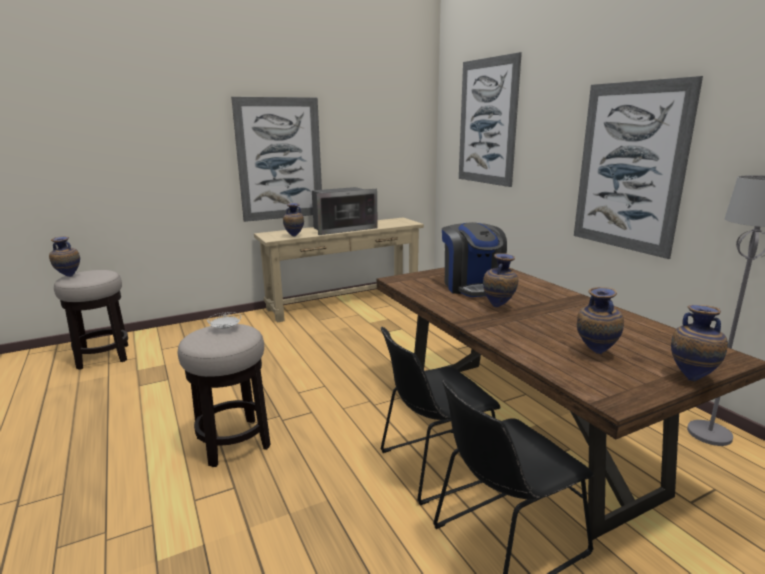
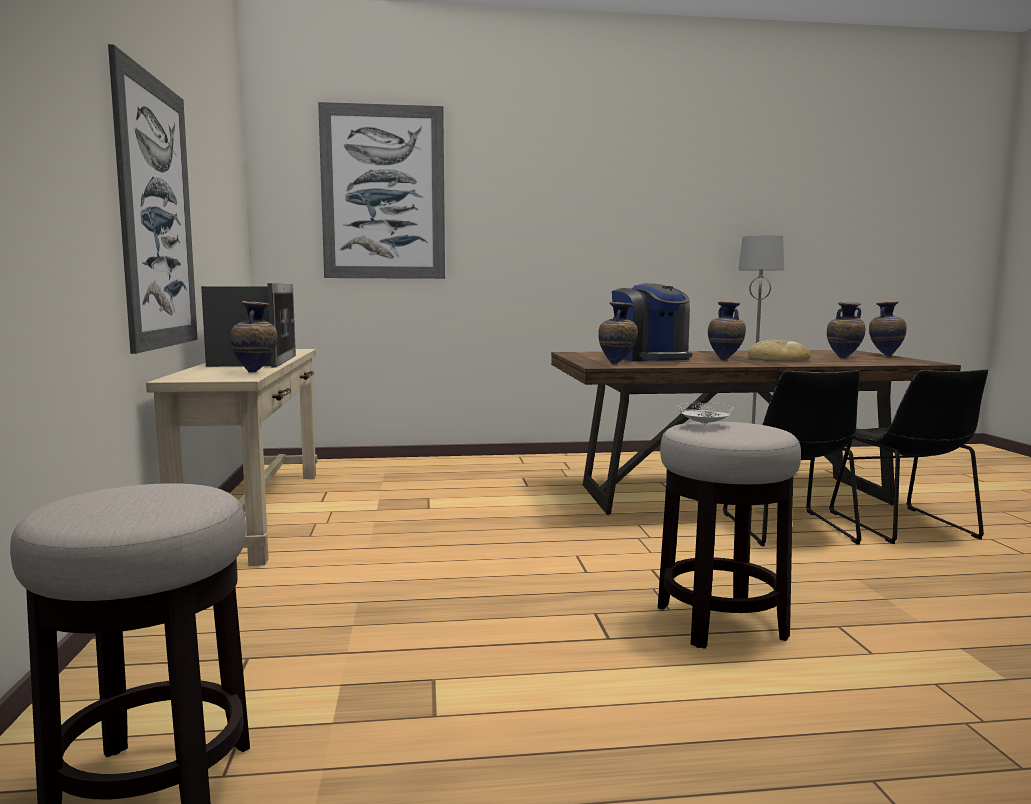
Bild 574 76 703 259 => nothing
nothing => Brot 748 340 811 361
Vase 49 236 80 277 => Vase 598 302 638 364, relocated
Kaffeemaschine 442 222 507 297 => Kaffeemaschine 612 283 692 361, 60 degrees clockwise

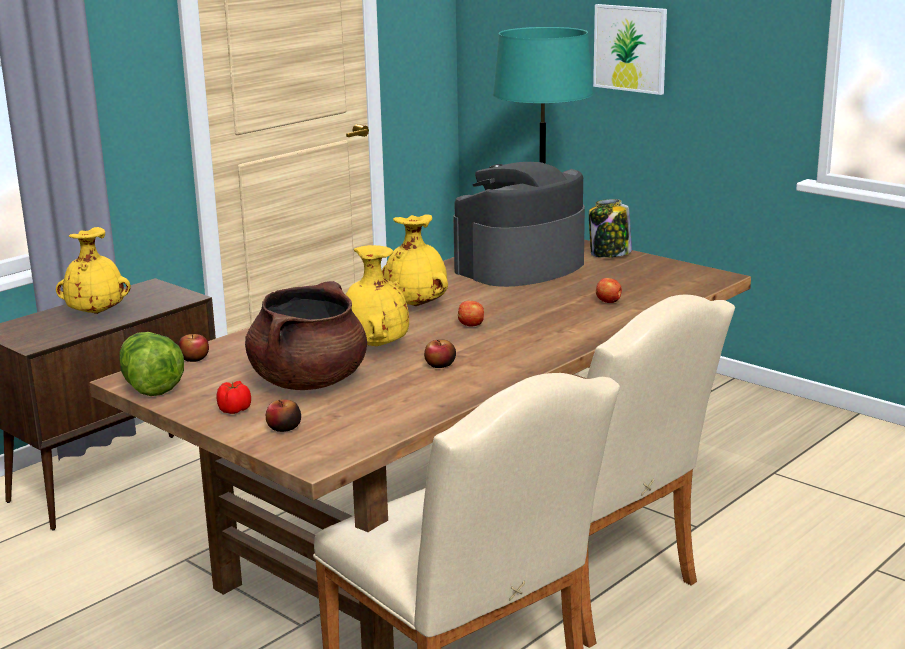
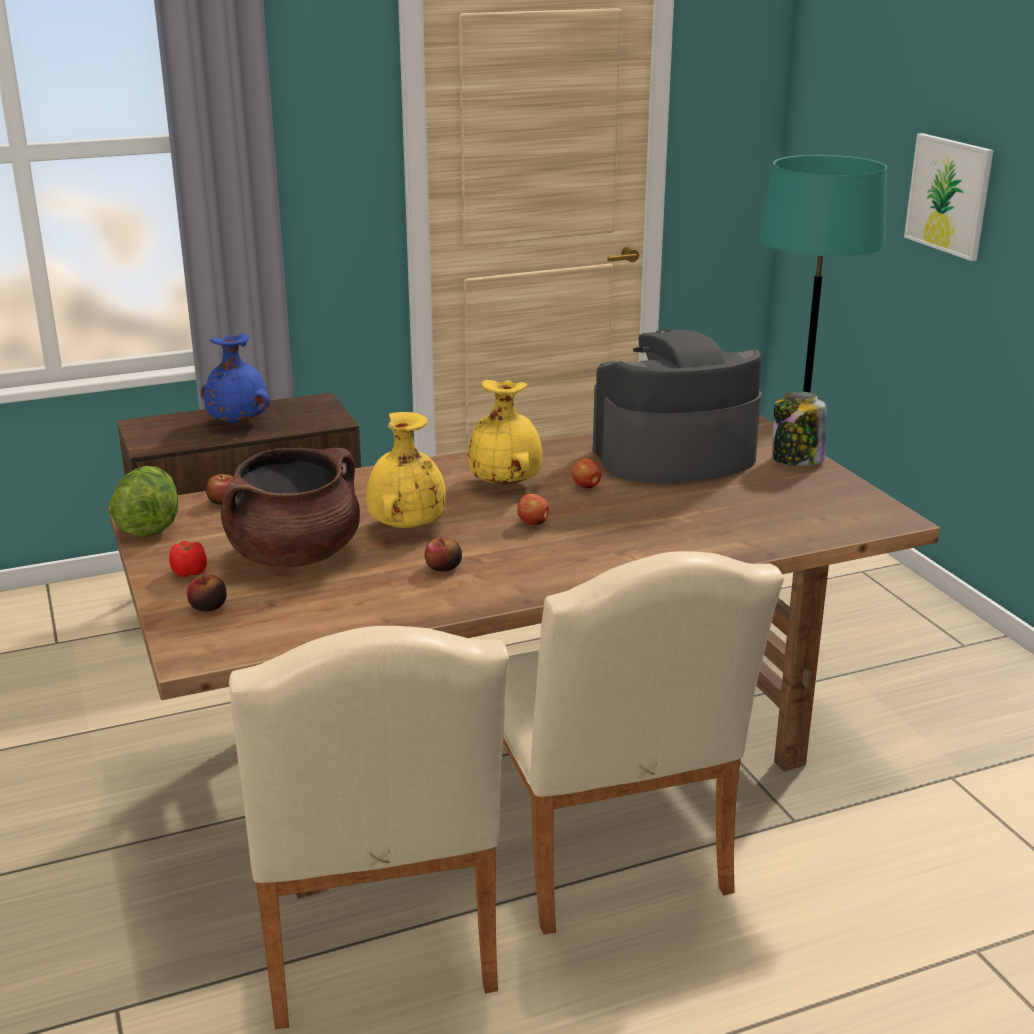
Apfel 596 278 622 303 => Apfel 572 458 601 489, relocated
Vase (gelb) 56 227 131 314 => Vase (blau) 201 334 270 424

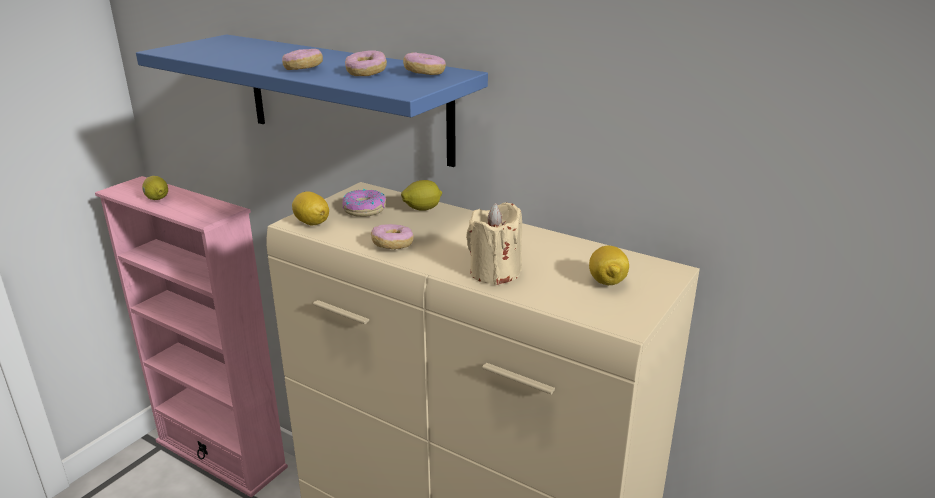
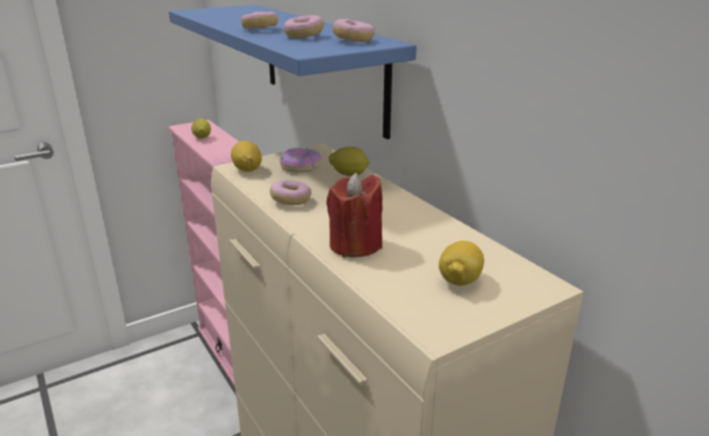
Kerze (beige) 466 203 522 285 => Kerze (rot) 326 173 383 258

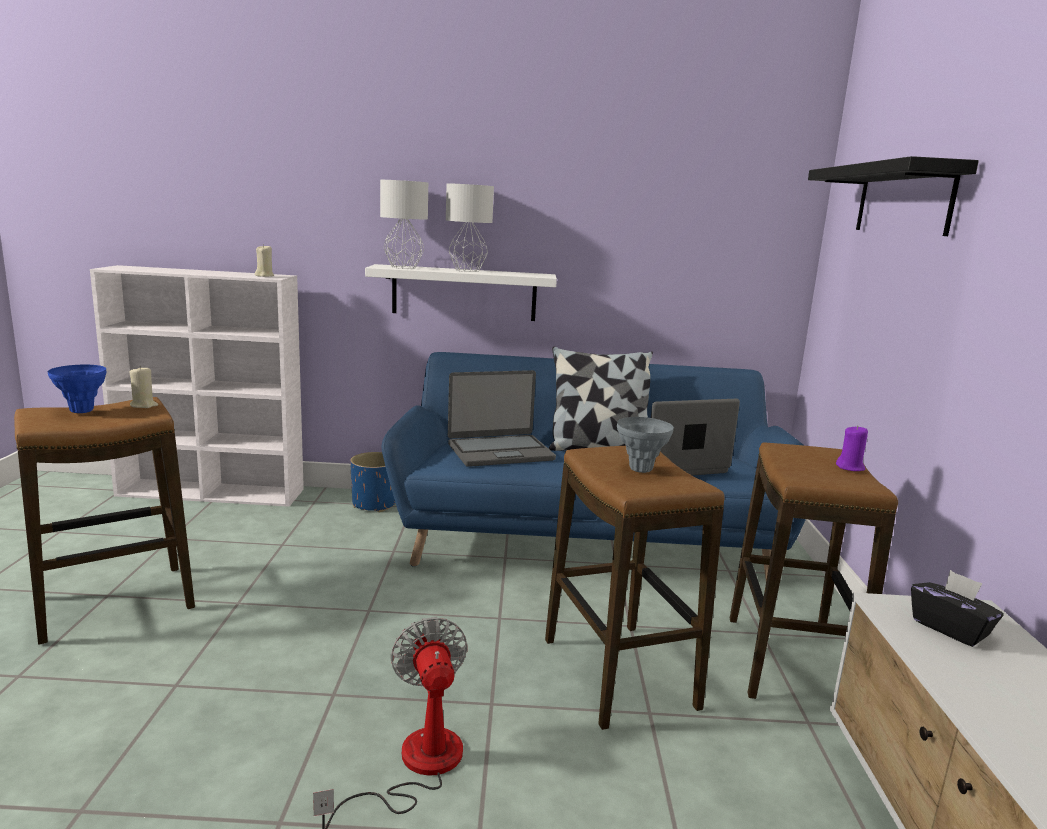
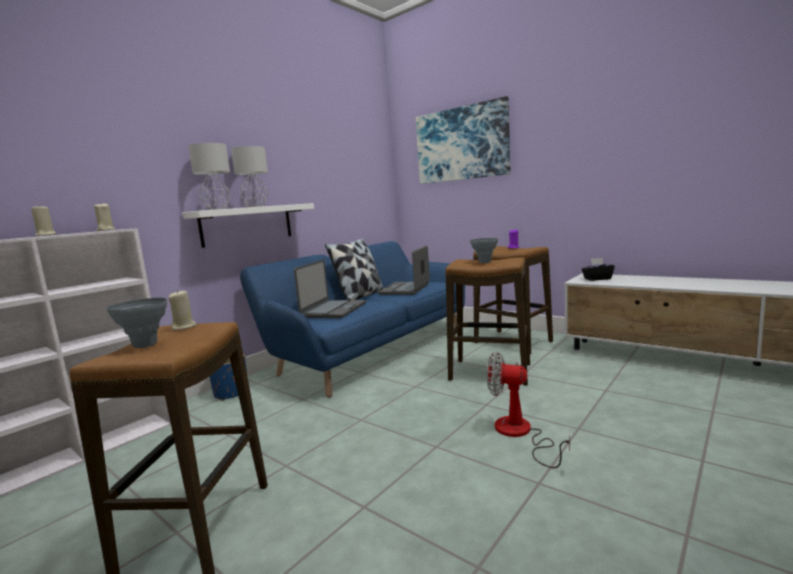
nothing => Kerze (beige) 31 205 57 236
Wandregal (schwarz) 808 156 979 236 => Bild 416 96 511 184
Vase (blau) 48 365 106 413 => Vase (grau) 107 298 167 348

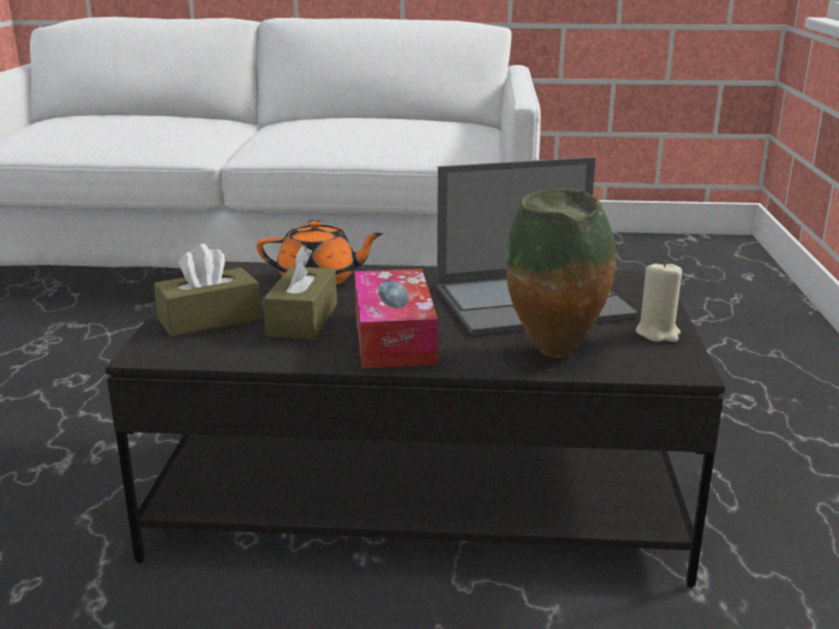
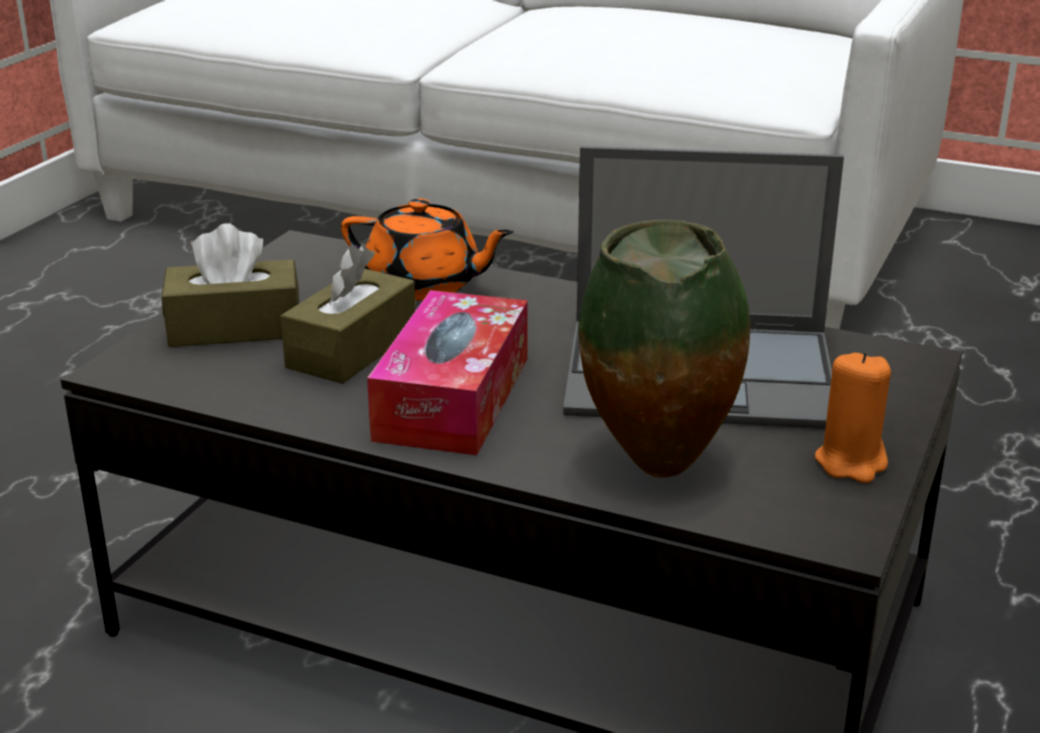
Kerze (beige) 636 260 682 342 => Kerze (orange) 815 352 891 483

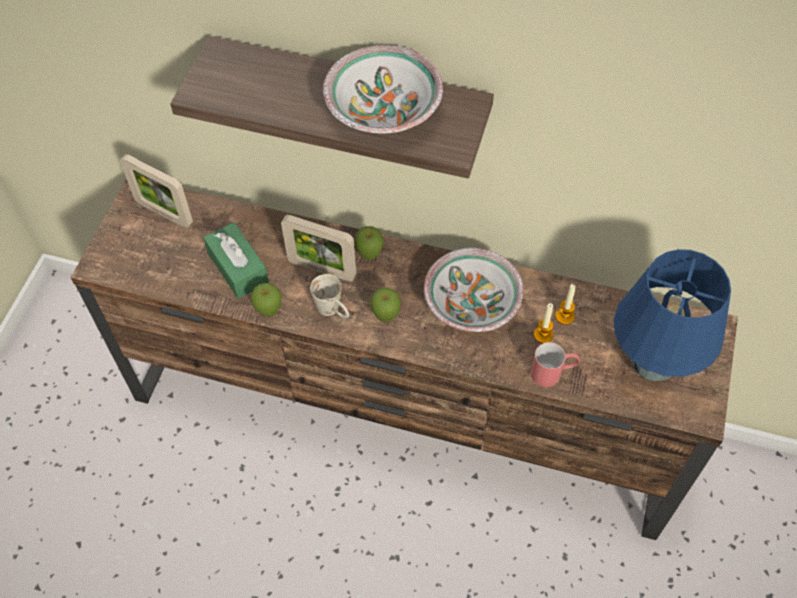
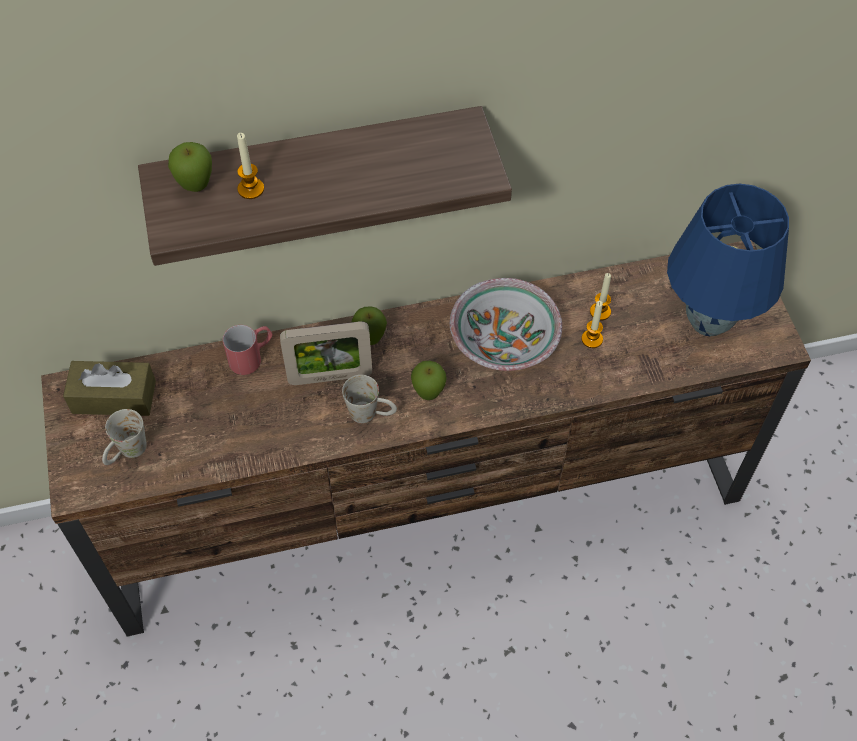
Taschentuchbox (grün) 203 222 269 299 => nothing
Schüssel 323 45 443 134 => nothing
nothing => Henkelbecher (weiß) 102 409 147 465
nothing => Kerze 237 133 264 199
Apfel 250 283 282 317 => Apfel 168 142 212 192, relocated
Henkelbecher (rot) 531 342 580 387 => Henkelbecher (rot) 223 325 273 375, relocated
Bilderrahmen 120 154 193 228 => Taschentuchbox (braun) 63 361 156 416

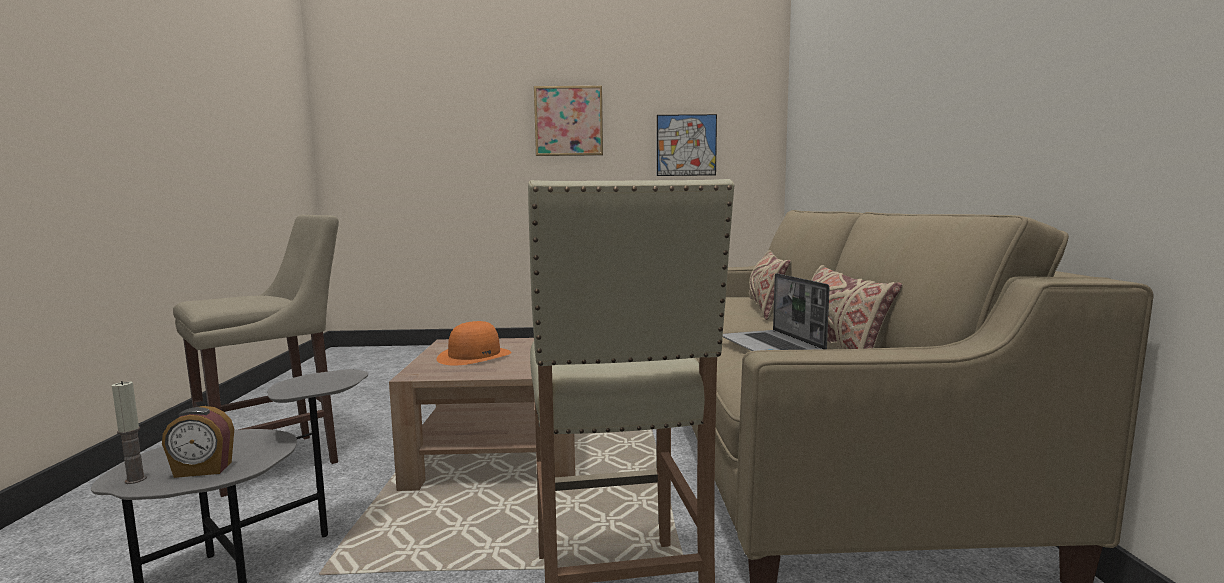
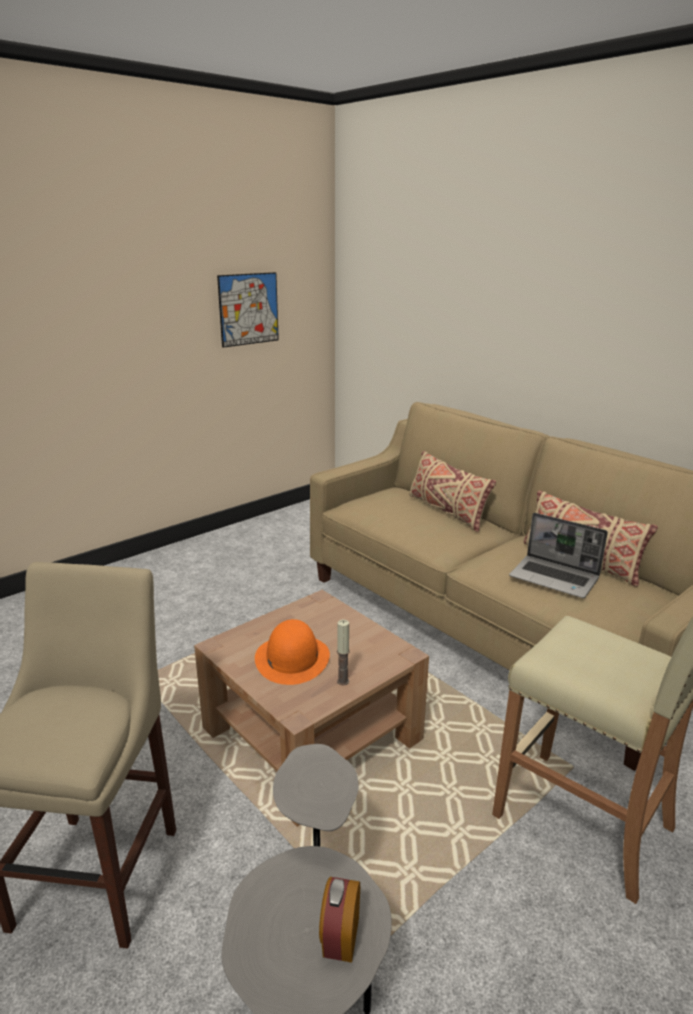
Bild 534 86 603 156 => nothing
Kerze 112 381 147 484 => Kerze 337 620 350 685, relocated
Wecker 162 406 234 478 => Wecker 319 877 360 963, 150 degrees clockwise

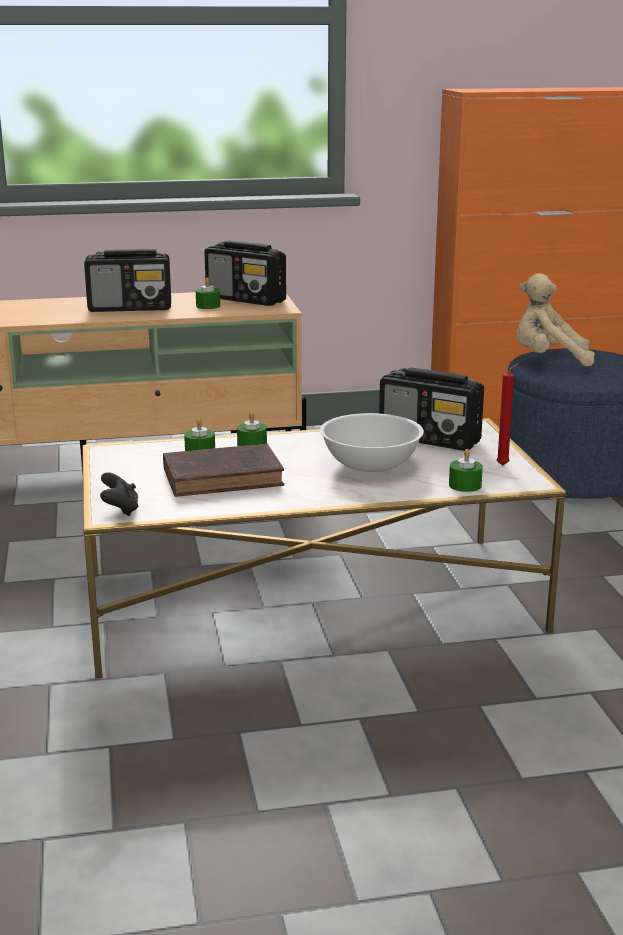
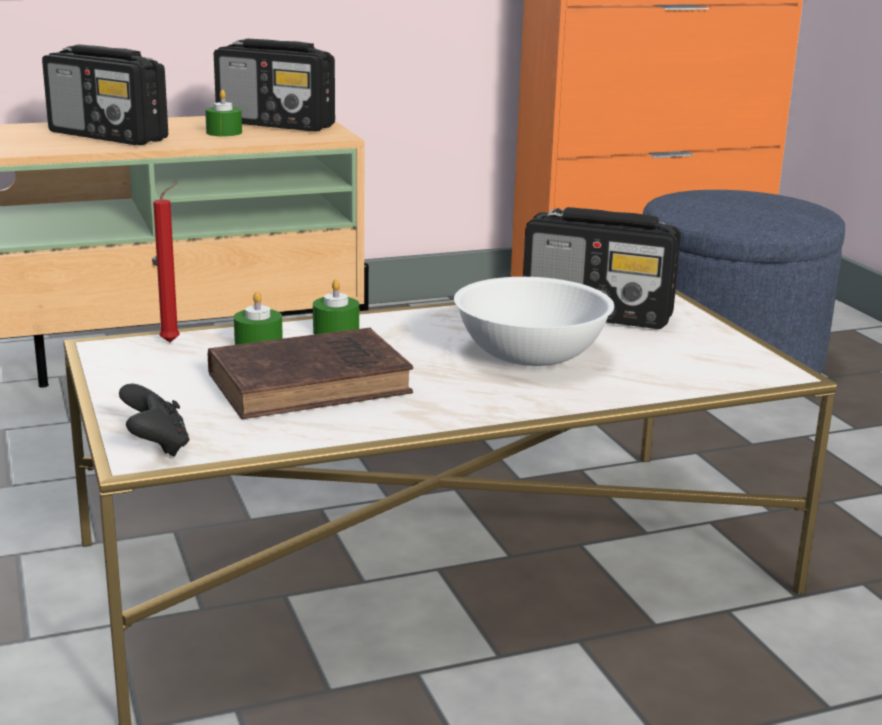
Kerze (grün) 449 449 483 492 => nothing
Plüschtier (beige) 516 273 595 367 => nothing
Kerze (rot) 496 363 519 466 => Kerze (rot) 153 183 180 342, relocated
Radio 84 249 171 312 => Radio 42 44 168 145, 45 degrees clockwise

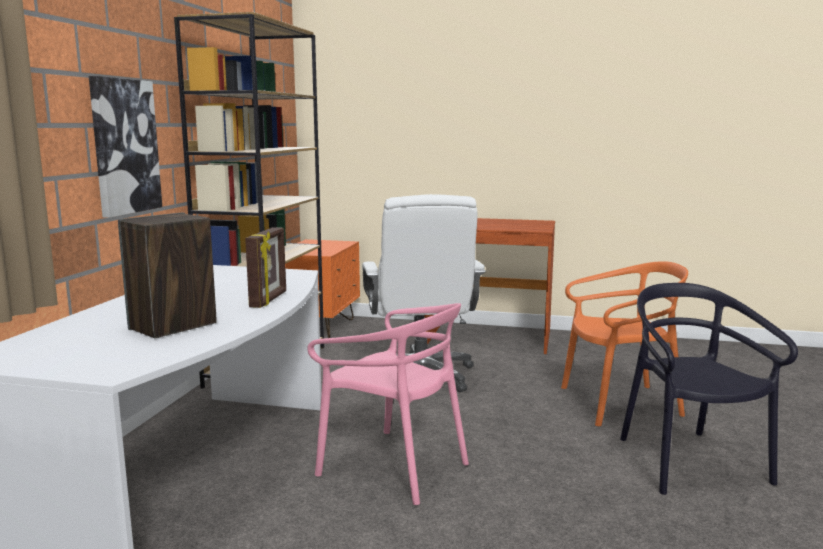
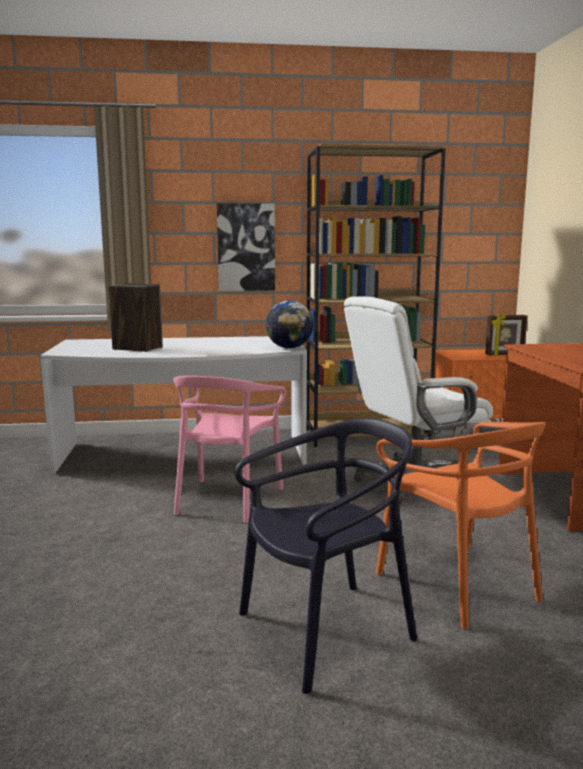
nothing => Globus 265 301 314 349
Bilderrahmen 245 227 286 308 => Bilderrahmen 485 314 527 356, relocated

